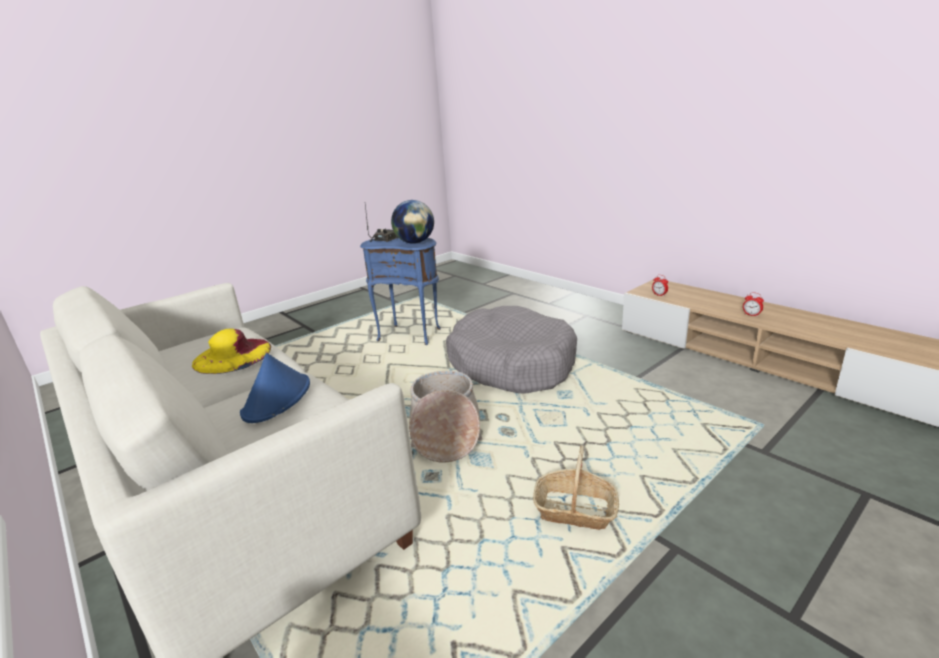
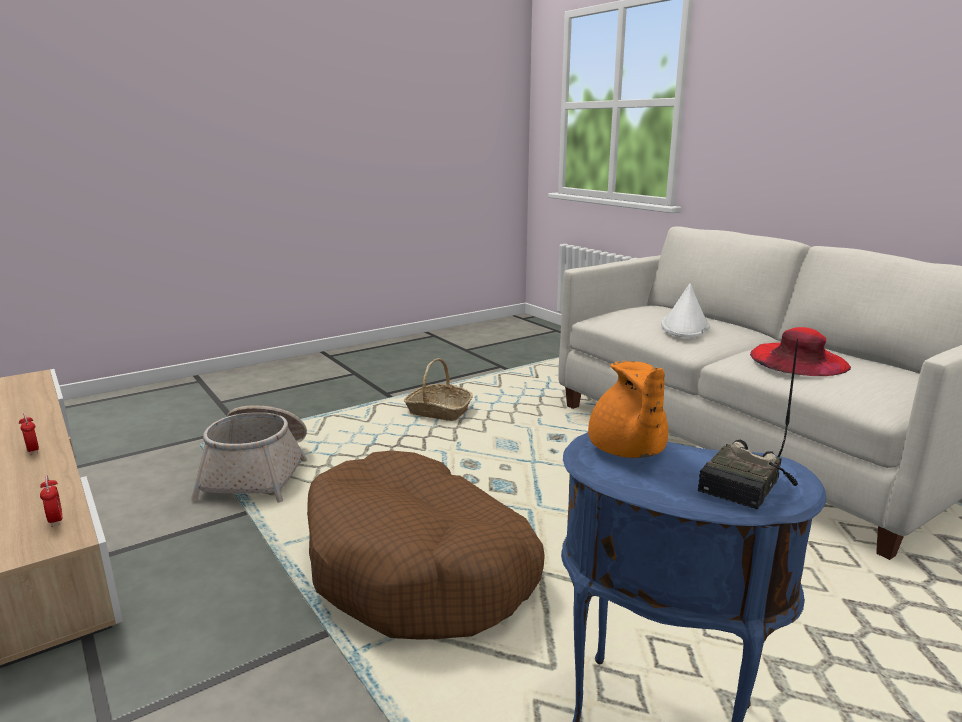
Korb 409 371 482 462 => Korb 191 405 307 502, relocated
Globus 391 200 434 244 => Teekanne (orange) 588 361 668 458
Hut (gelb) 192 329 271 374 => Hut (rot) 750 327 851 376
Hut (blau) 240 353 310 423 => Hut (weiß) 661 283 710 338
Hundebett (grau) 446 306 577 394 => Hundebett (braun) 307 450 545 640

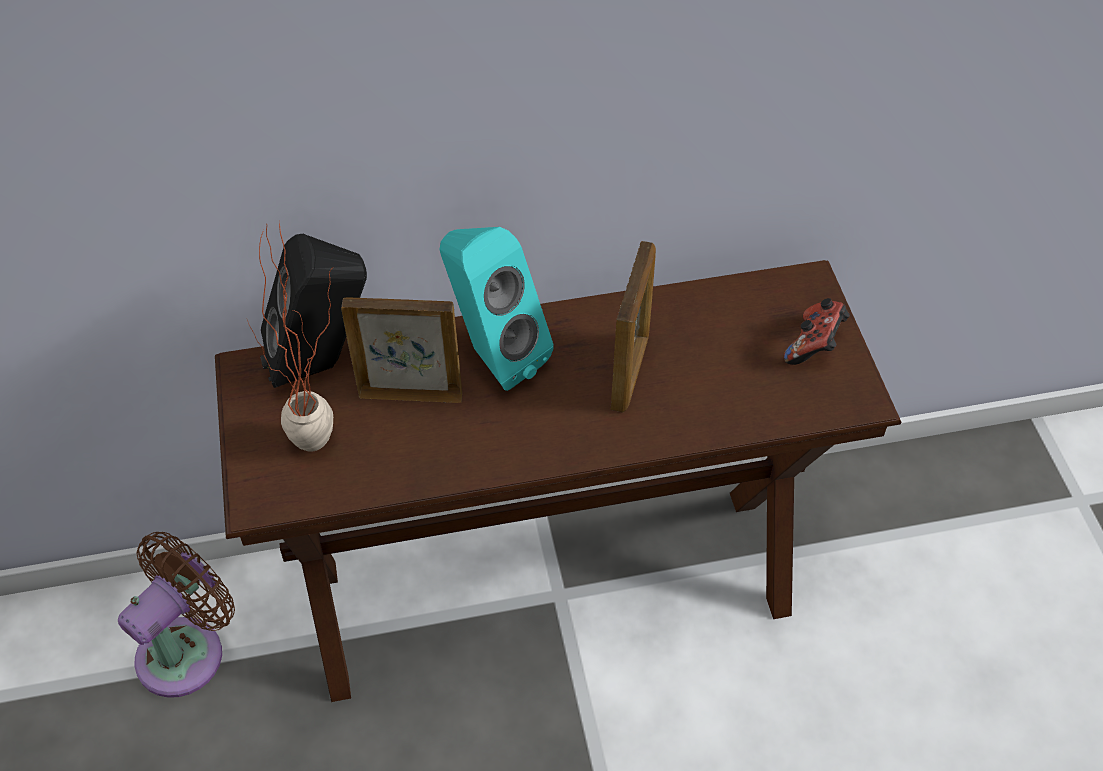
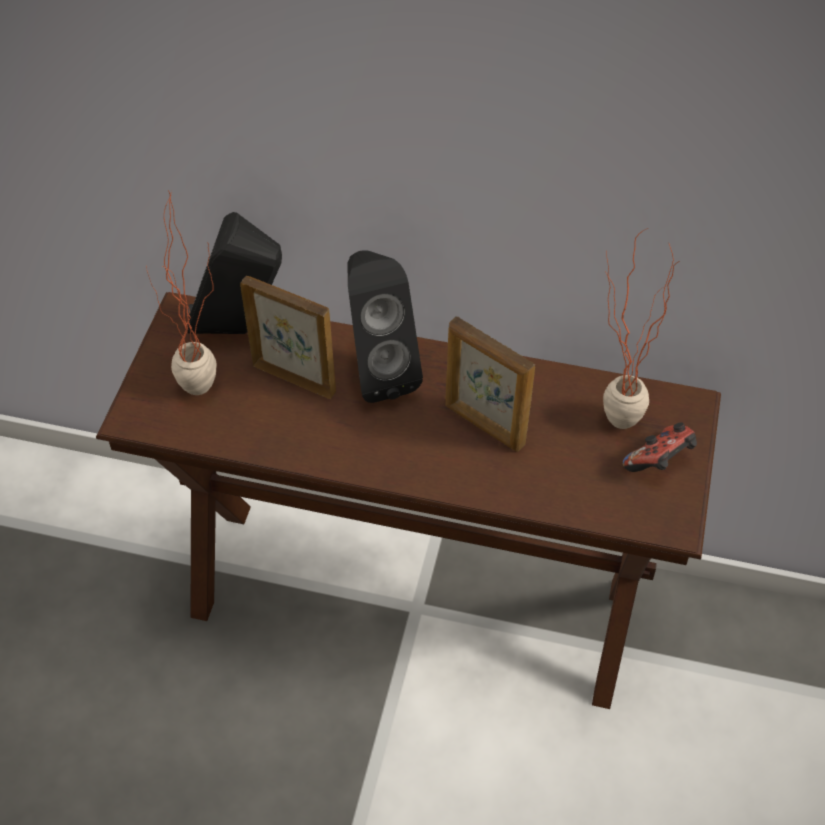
Ventilator (braun) 118 532 235 698 => nothing
nothing => Topfpflanze 603 228 679 429
Lautsprecher (türkis) 440 227 554 391 => Lautsprecher (schwarz) 348 250 423 403
Bilderrahmen 611 241 656 413 => Bilderrahmen 445 316 535 452, 90 degrees clockwise

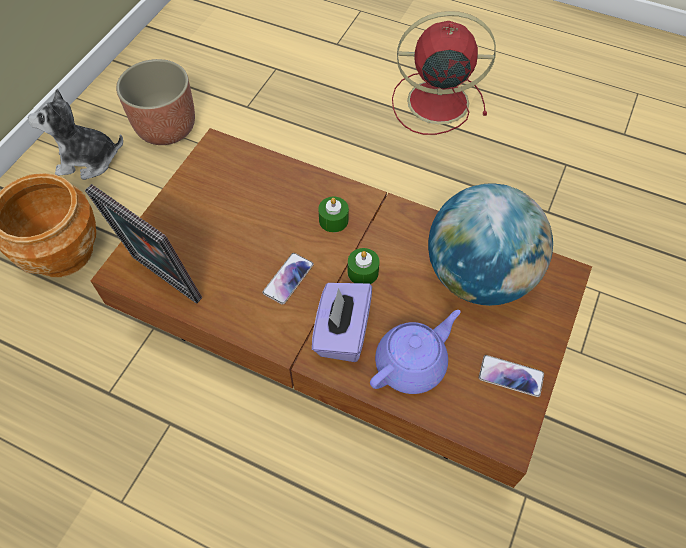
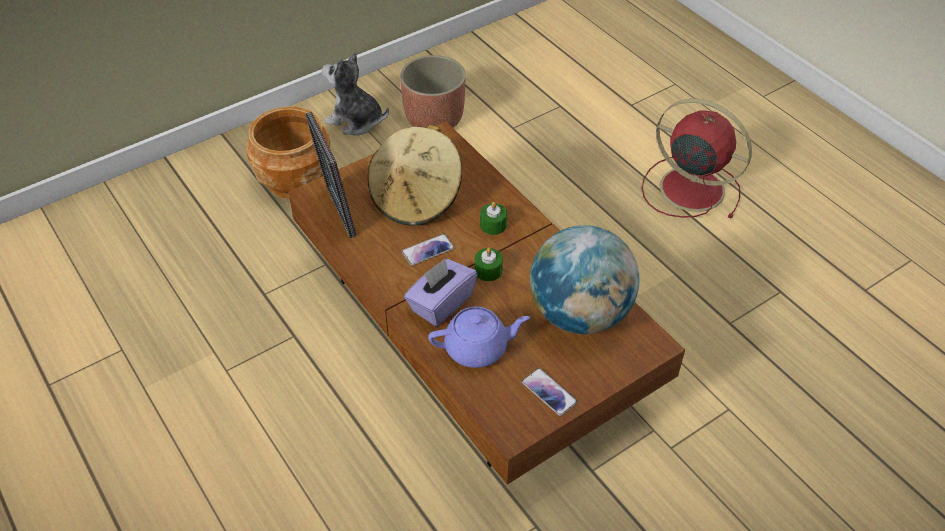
nothing => Hut (beige) 368 125 462 226

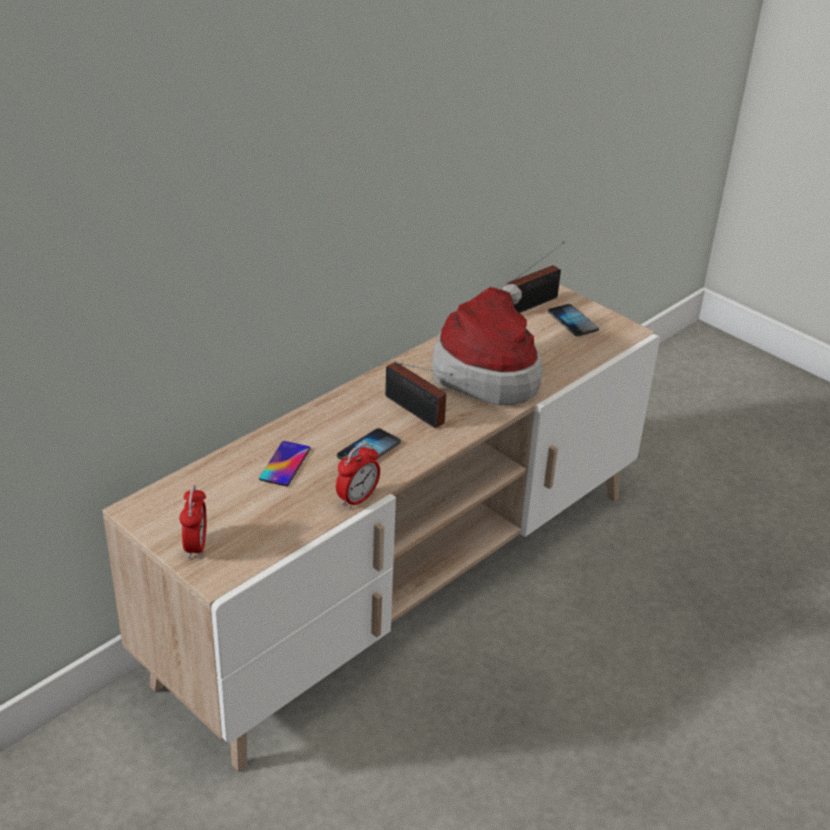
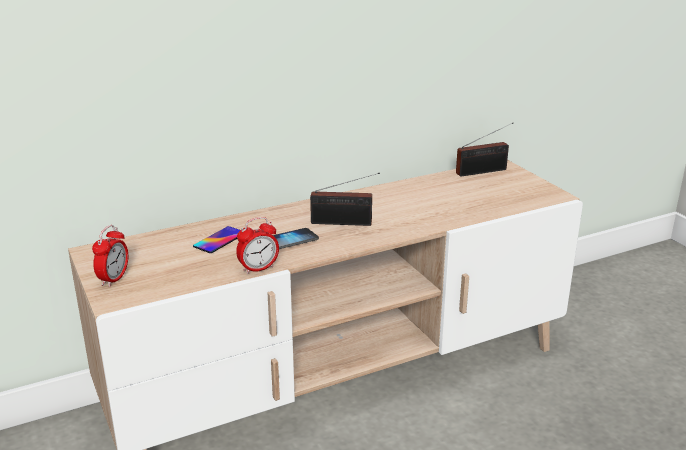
Hut 432 284 543 405 => nothing
Handy 548 304 599 336 => nothing
Radio 385 362 453 428 => Radio 310 173 380 226, 60 degrees counterclockwise

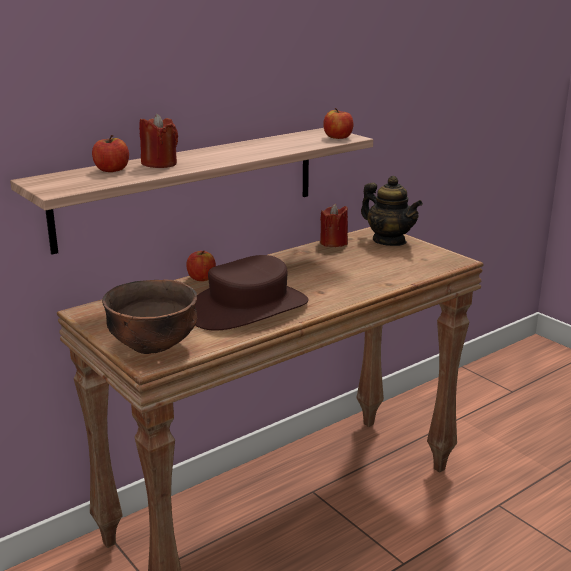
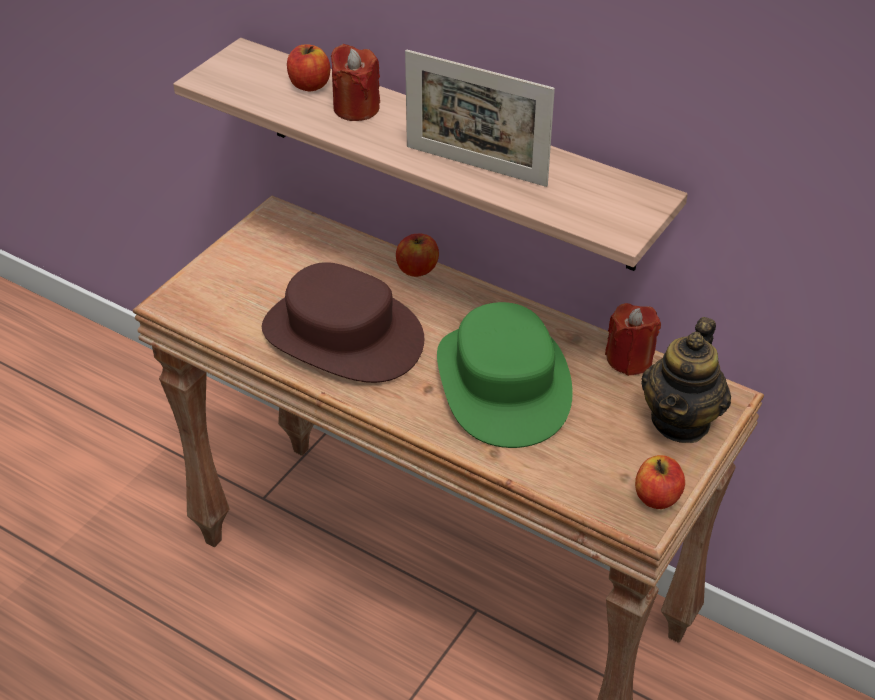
Schüssel (braun) 102 280 197 354 => nothing
nothing => Bilderrahmen 405 49 555 187
nothing => Hut (grün) 437 302 573 448
Apfel 323 108 353 139 => Apfel 635 455 685 509, relocated

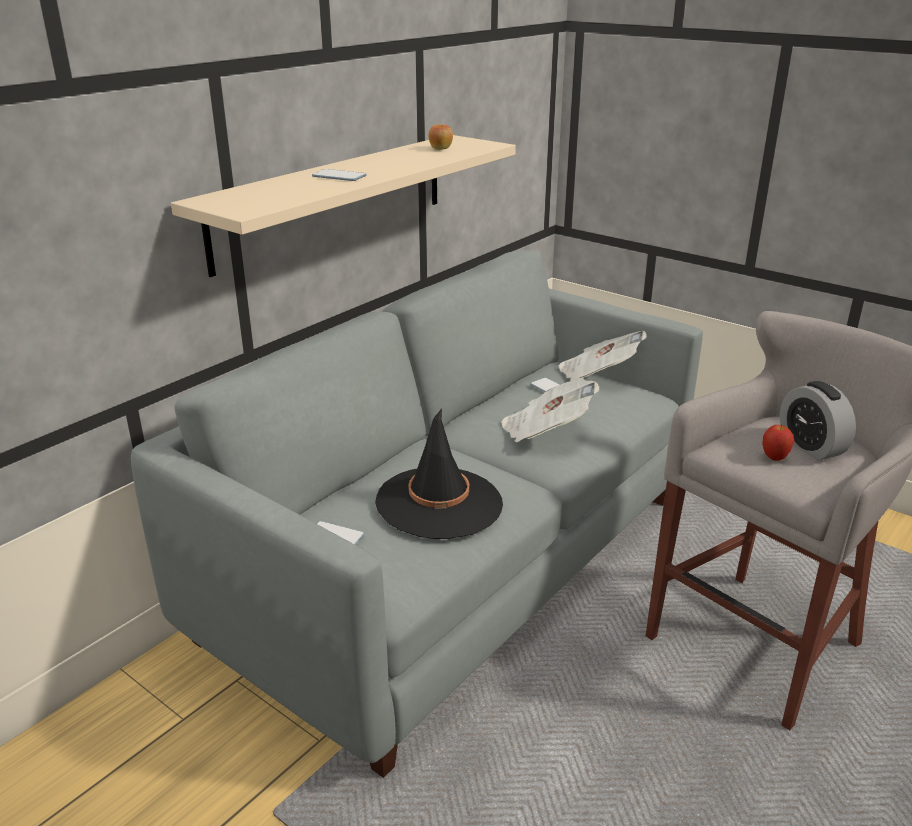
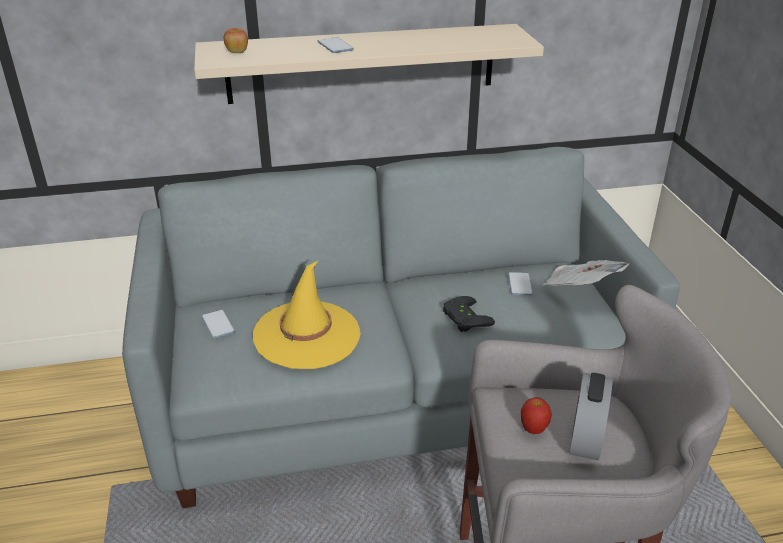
Apfel 429 124 453 150 => Apfel 224 28 248 53, relocated
Zeitung 501 378 600 443 => Gamepad (schwarz) 443 296 495 332
Hut (schwarz) 375 408 503 539 => Hut (gelb) 253 261 361 369

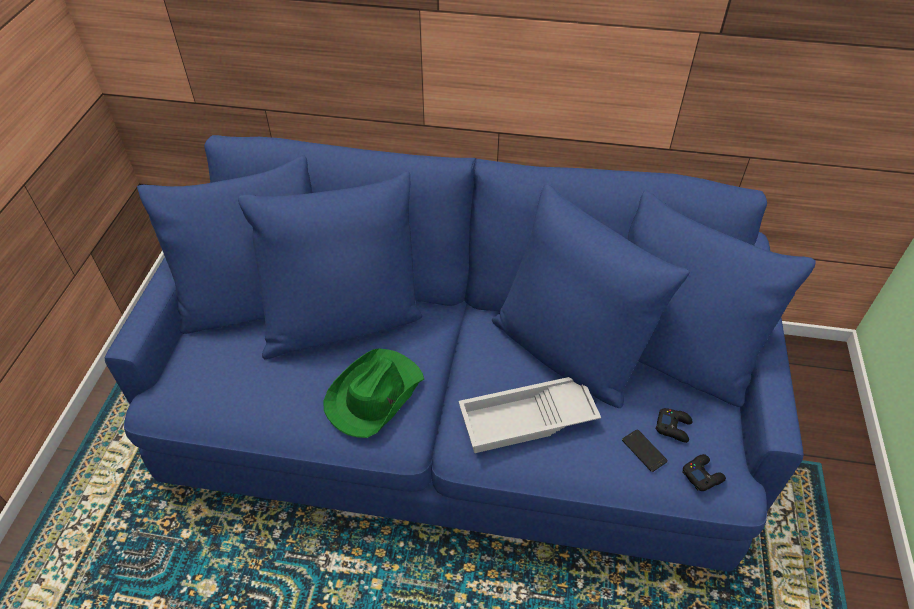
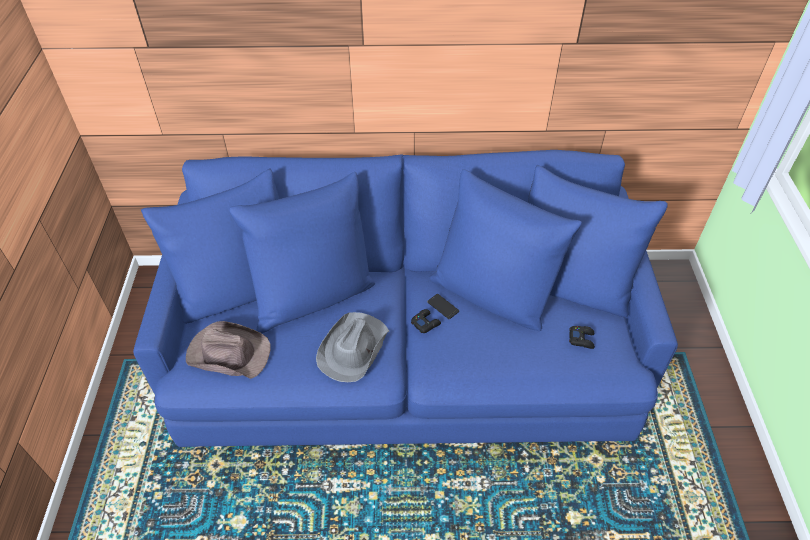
Tablett (weiß) 458 377 601 453 => nothing
nothing => Hut (braun) 186 321 271 379
Handy 622 429 668 472 => Handy 427 294 459 319, relocated
Gamepad (schwarz) 682 454 726 491 => Gamepad (schwarz) 411 309 441 333, relocated
Hut (grün) 324 348 424 438 => Hut (grau) 316 312 389 382

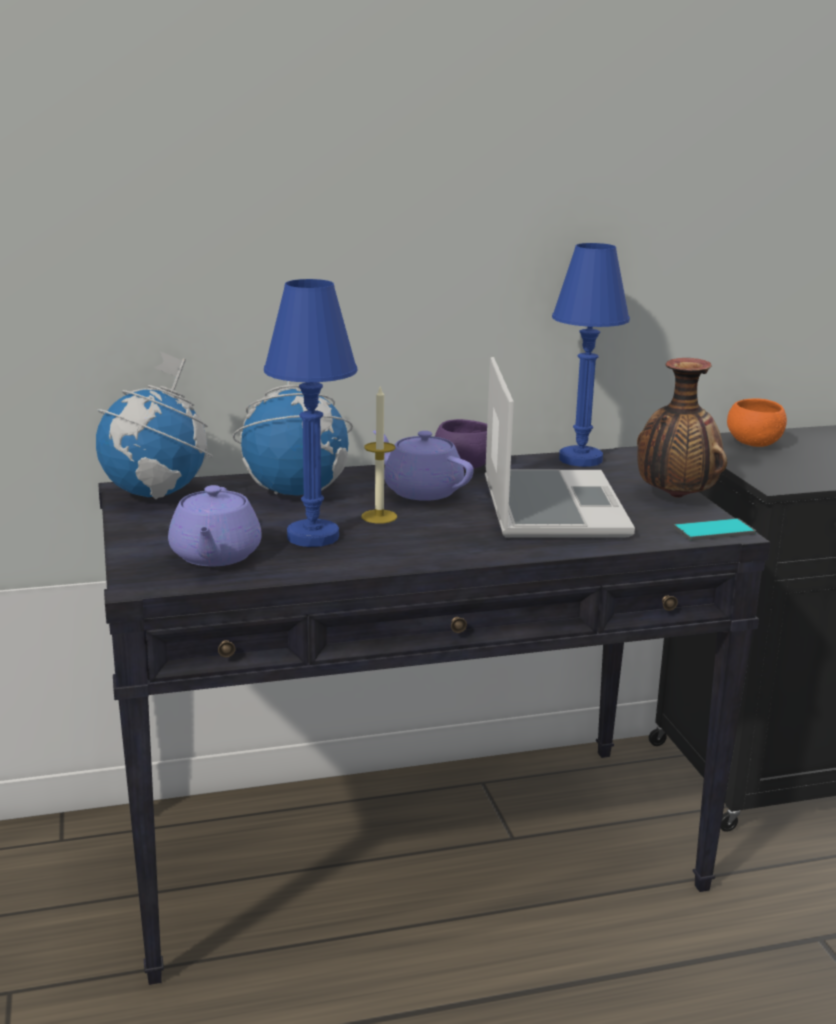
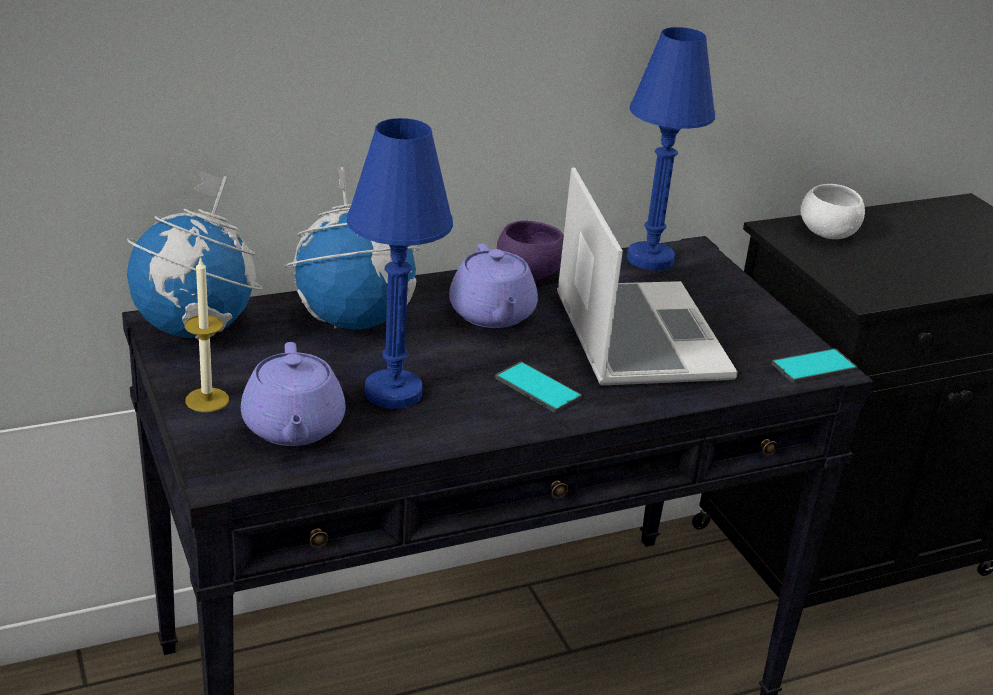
Vase 637 358 727 498 => nothing
nothing => Handy 495 361 582 413
Kerze 362 385 397 524 => Kerze 185 256 229 412, relocated
Schüssel (orange) 727 399 787 447 => Schüssel (weiß) 801 184 865 239
Teekanne (lila) 373 430 474 501 => Teekanne (lila) 449 243 538 328, 135 degrees counterclockwise

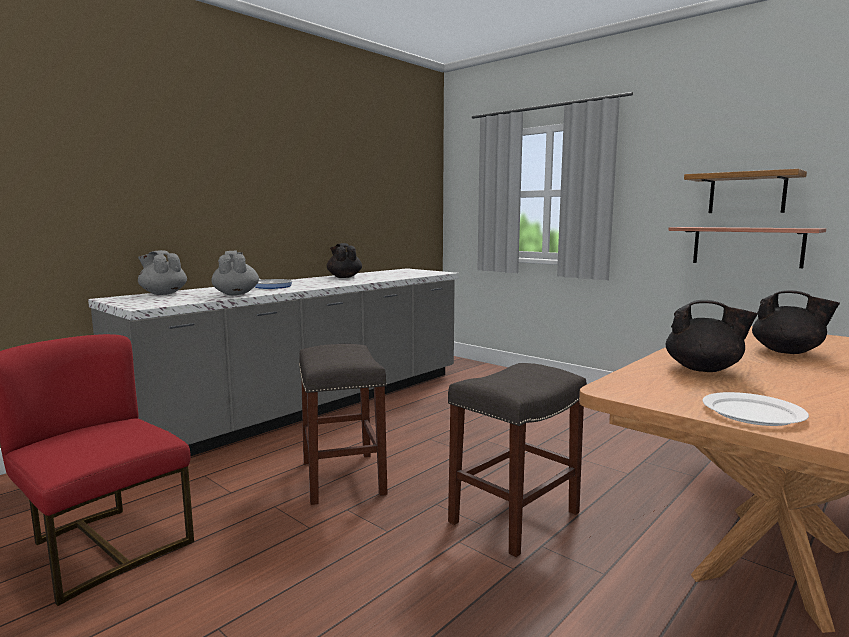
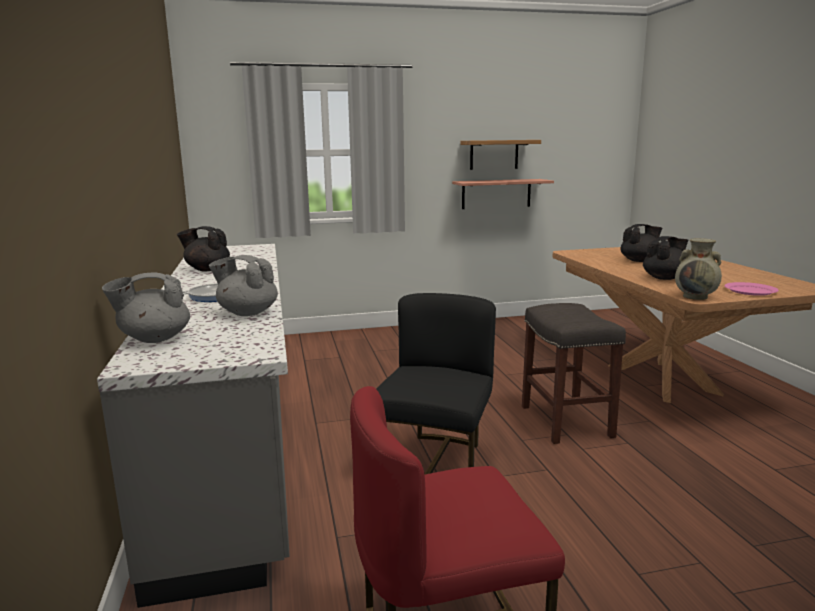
nothing => Vase (beige) 675 238 722 300
Hocker (grau) 299 344 387 505 => Stuhl (schwarz) 376 293 496 475
Teller (weiß) 703 392 809 426 => Teller (rosa) 724 282 779 296

